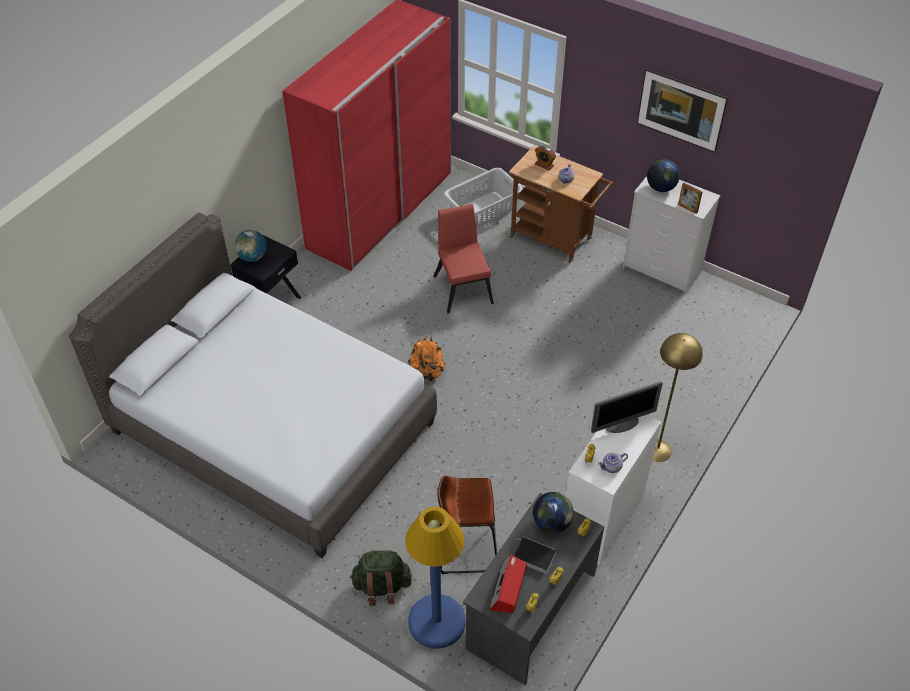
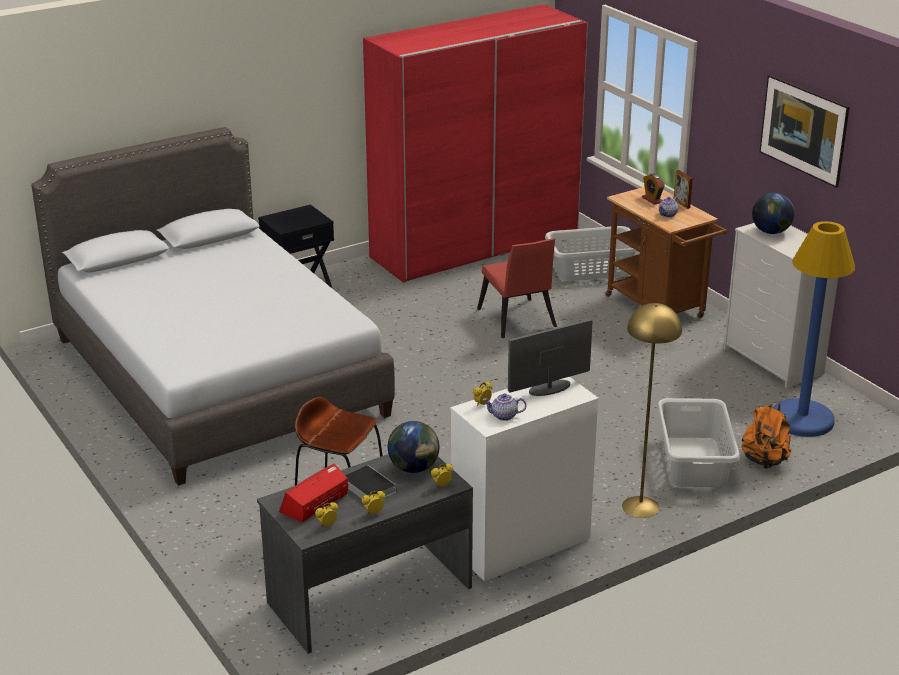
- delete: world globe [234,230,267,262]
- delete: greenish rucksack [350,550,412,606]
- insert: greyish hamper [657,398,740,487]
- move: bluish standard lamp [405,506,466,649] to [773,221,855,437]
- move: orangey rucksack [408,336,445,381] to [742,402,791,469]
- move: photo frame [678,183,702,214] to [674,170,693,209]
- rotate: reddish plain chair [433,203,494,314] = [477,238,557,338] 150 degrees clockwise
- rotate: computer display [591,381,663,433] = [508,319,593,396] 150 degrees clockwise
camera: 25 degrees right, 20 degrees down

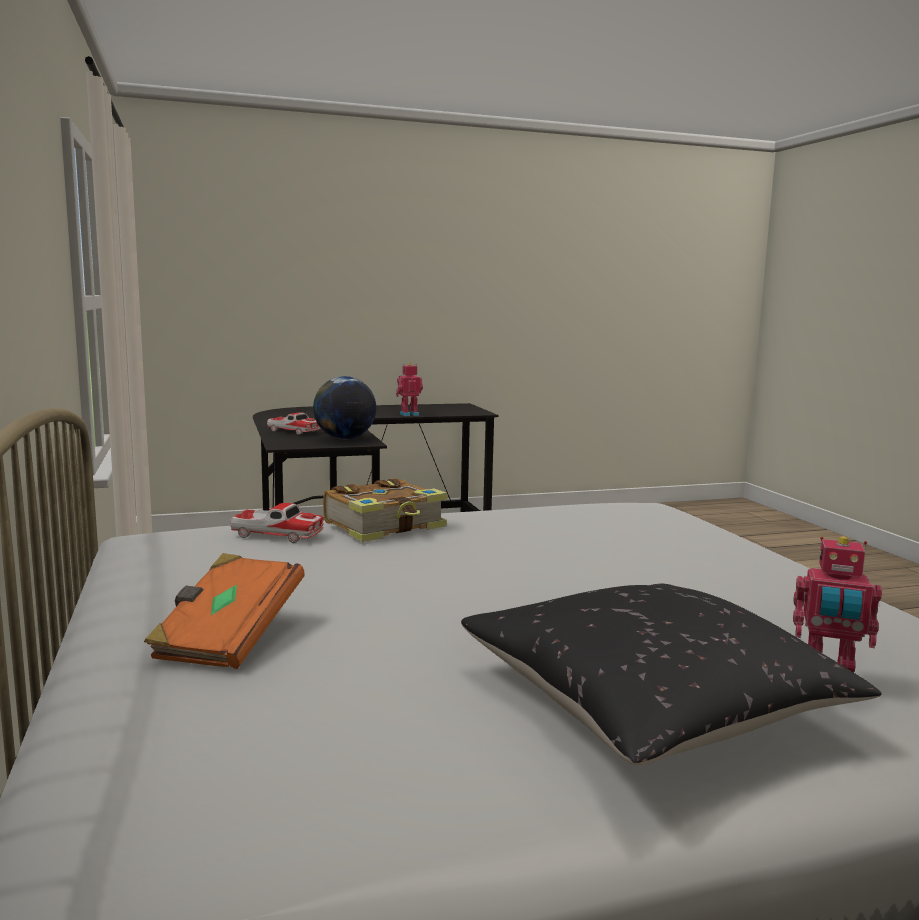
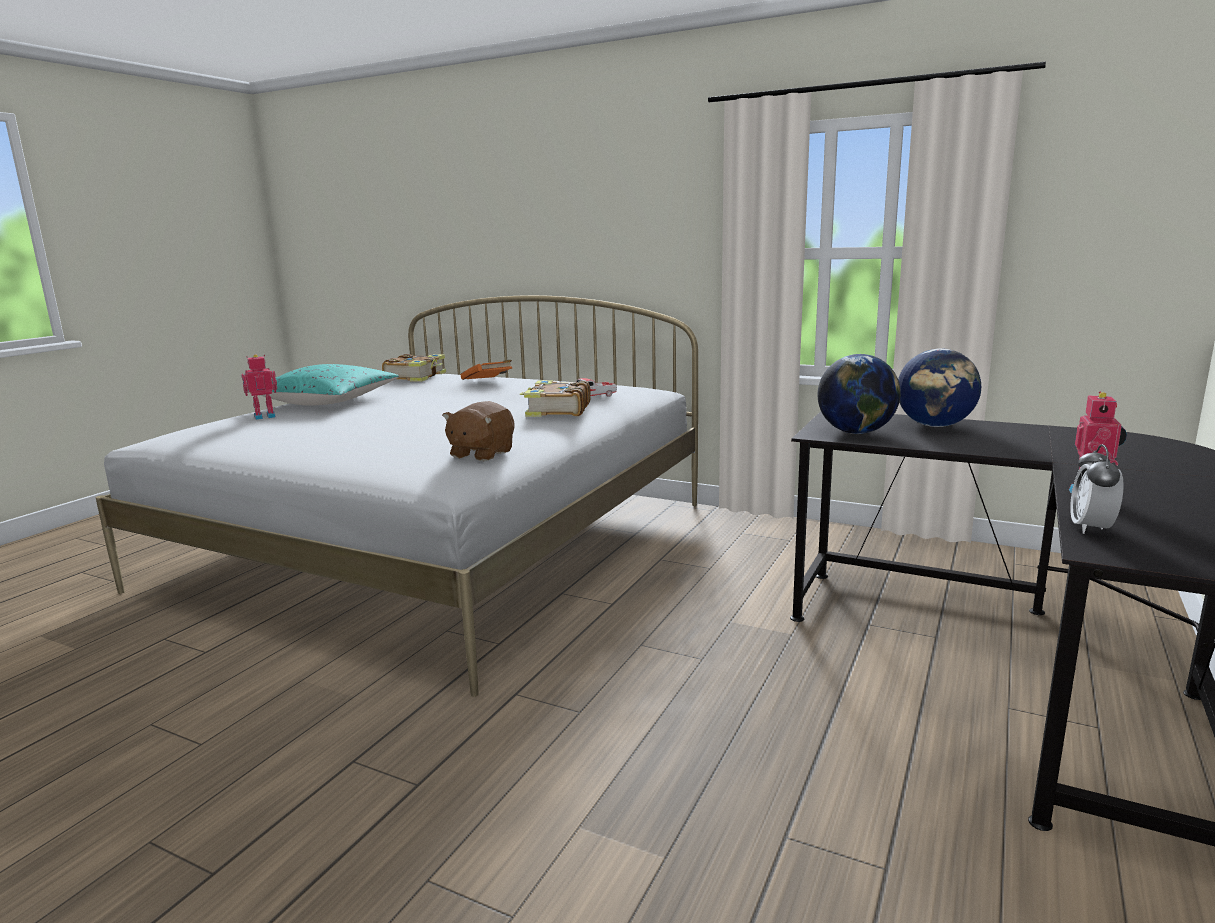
- insert: volume [382,354,446,382]
- insert: brownish cuddly toy [442,401,514,461]
- insert: alarm clock [1070,444,1124,534]
- replace: toy car [267,412,321,435] to world globe [898,348,981,427]
- recolor: black pillow [461,584,882,766] to turquoise-coloured pillow [248,364,399,406]
camera: 135 degrees right, 5 degrees up

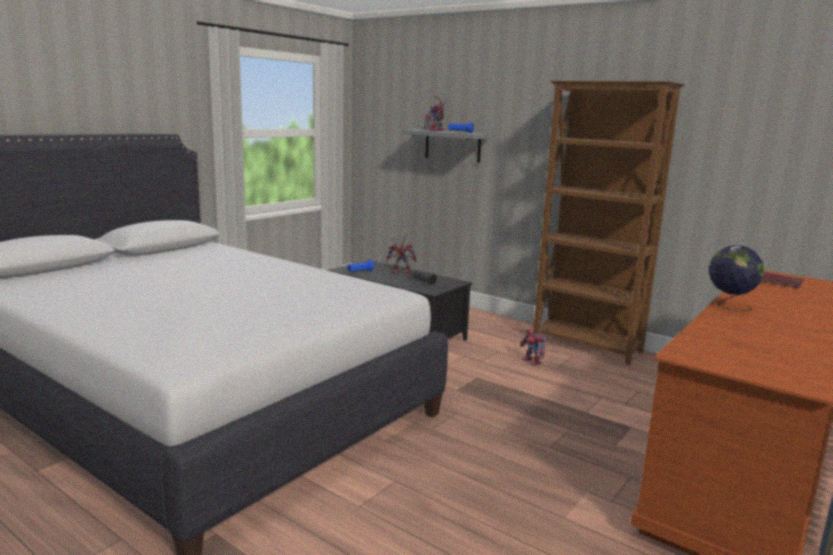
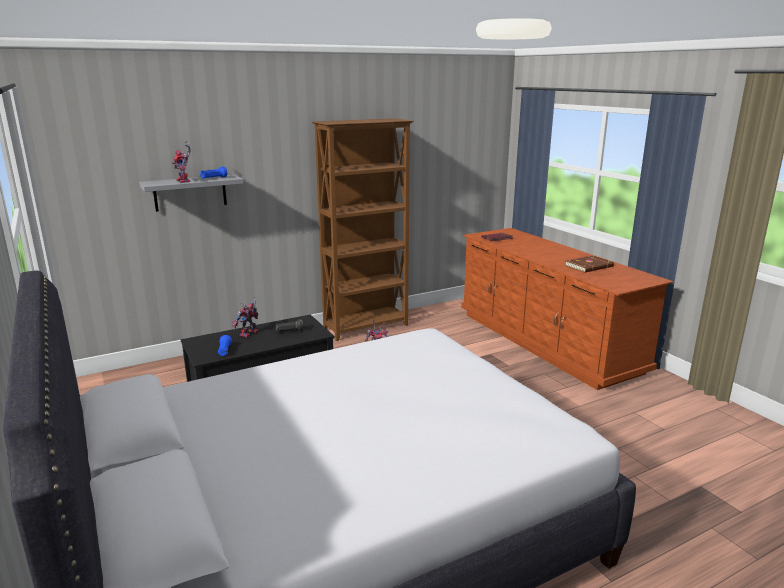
- delete: world globe [709,245,765,311]
- insert: brownish volume [565,255,614,273]
camera: 65 degrees left, 5 degrees up

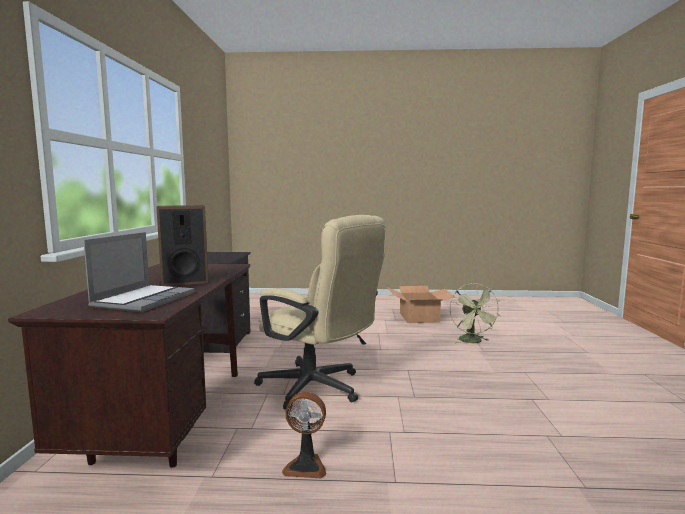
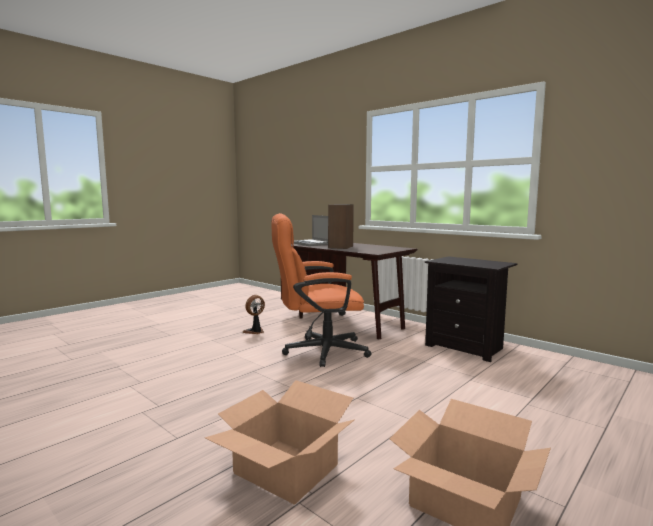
- replace: greenish fan [450,283,501,343] to cardboard box [205,380,355,505]
- recolor: sand-coloured desk chair [254,215,386,410] to orangey desk chair [271,213,372,367]
camera: 130 degrees right, 0 degrees up

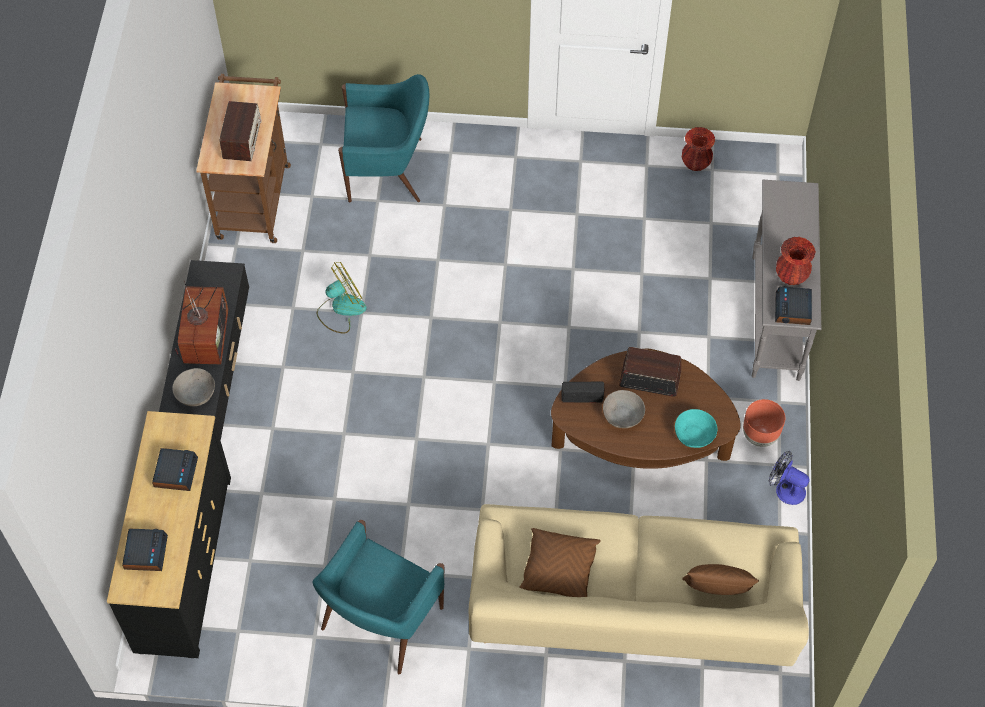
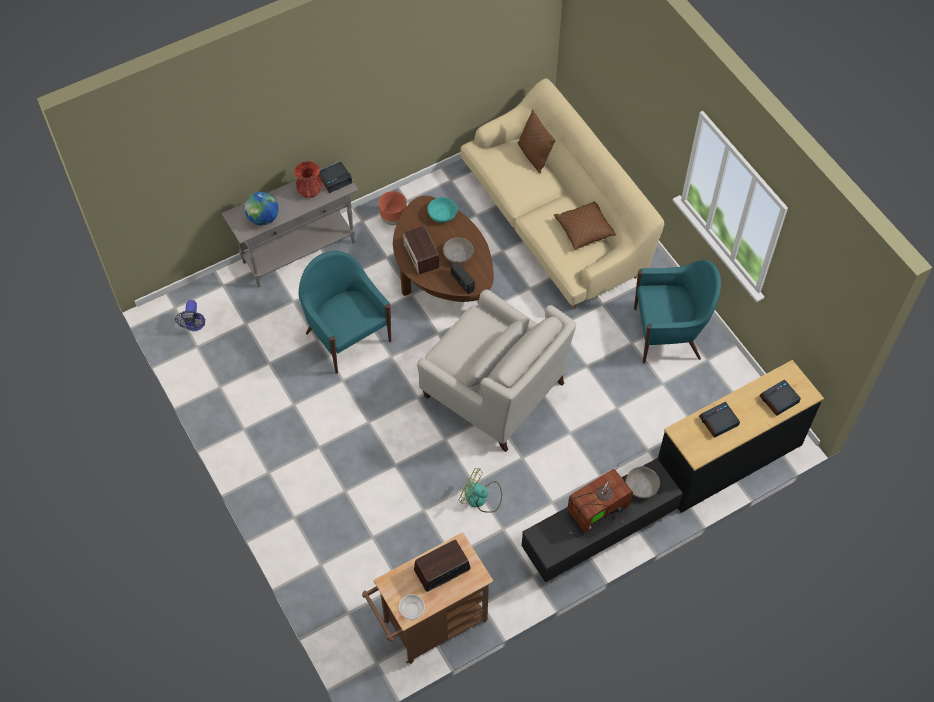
- delete: reddish vase [682,127,715,171]
- insert: world globe [245,192,279,225]
- insert: deep dish [399,594,425,620]
- insert: white easy chair [417,290,577,452]
- move: turquoise-coloured easy chair [338,74,429,202] to [299,251,391,374]
- move: fan [768,451,810,505] to [175,300,205,331]
camera: 125 degrees left, 0 degrees up

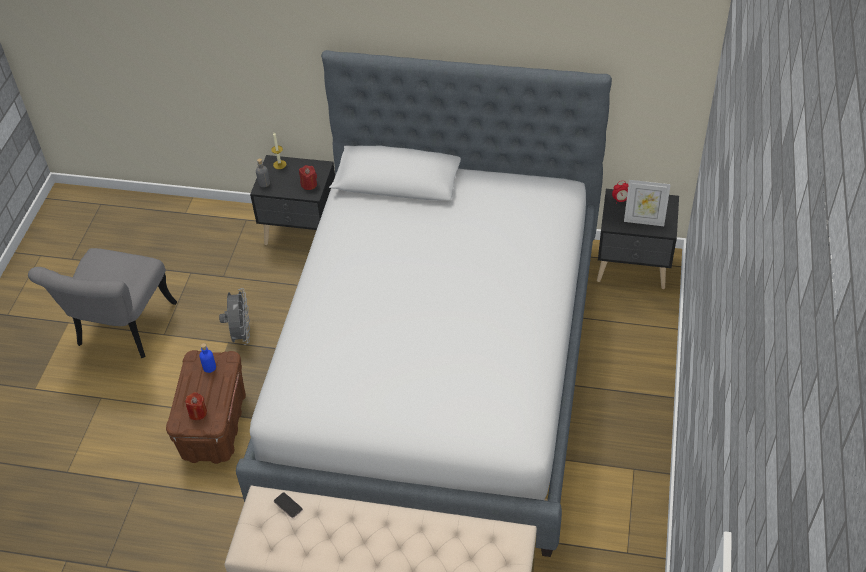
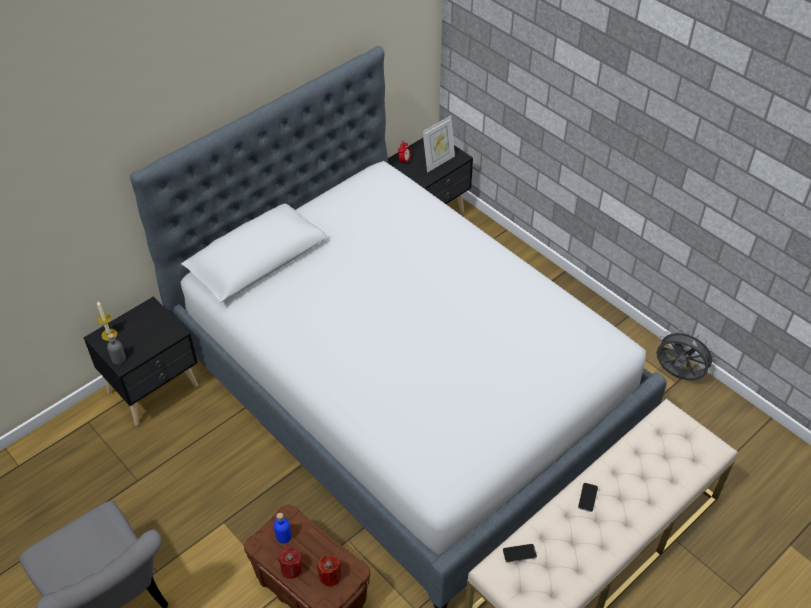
- insert: handset [578,483,598,512]
- move: greyish fan [219,288,250,345] to [656,329,717,381]
- move: reddish wax light [299,165,317,190] to [279,547,302,579]
camera: 55 degrees left, 0 degrees up

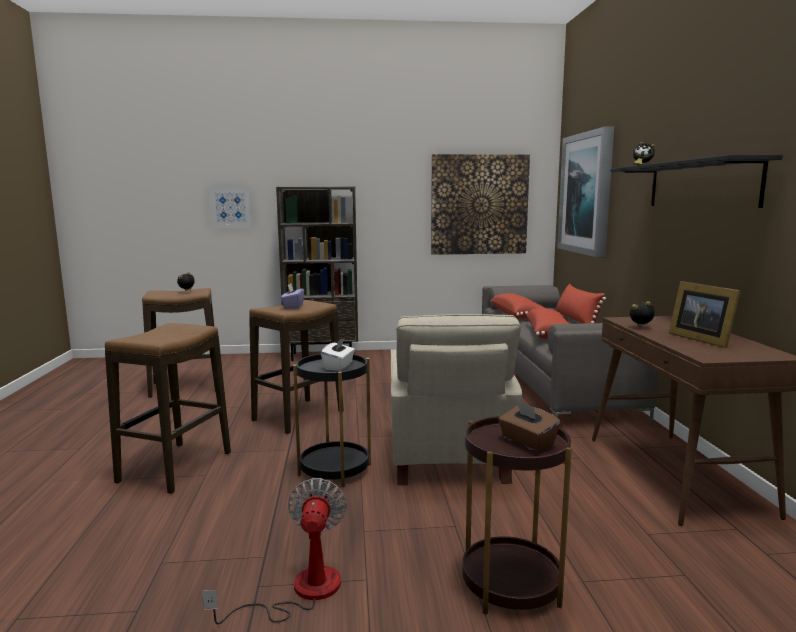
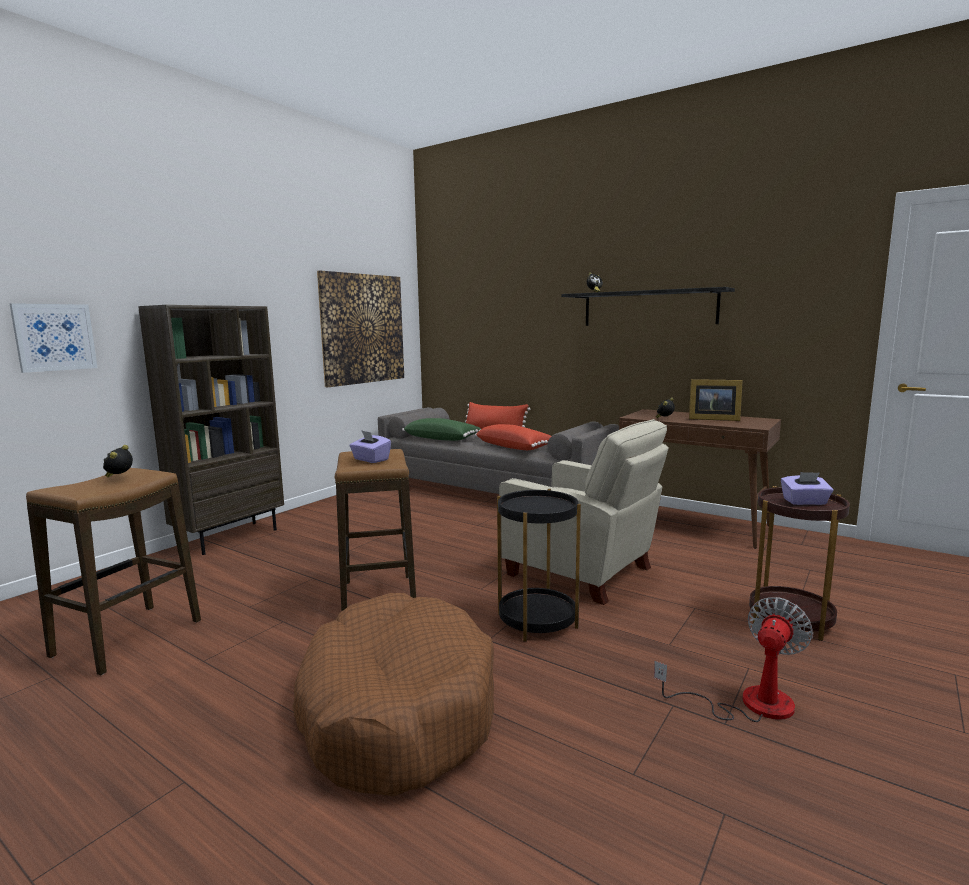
- delete: white box of tissues [321,338,355,371]
- delete: wall picture [557,126,614,257]
- replace: stool seat [105,323,231,494] to brownish pet bed [292,593,494,796]
- recolor: reddish pillow [491,293,544,319] to greenish pillow [402,418,481,441]
- recolor: brownish box of tissues [498,401,560,452] to purplish box of tissues [781,472,833,505]
- rotate: fan [202,478,347,625] = [654,597,813,722] 90 degrees clockwise
camera: 50 degrees left, 0 degrees up

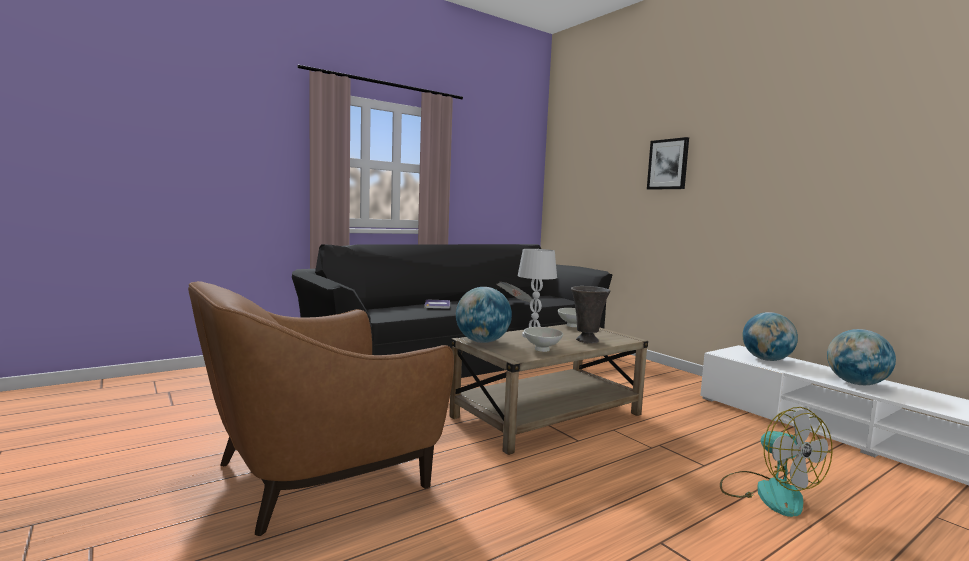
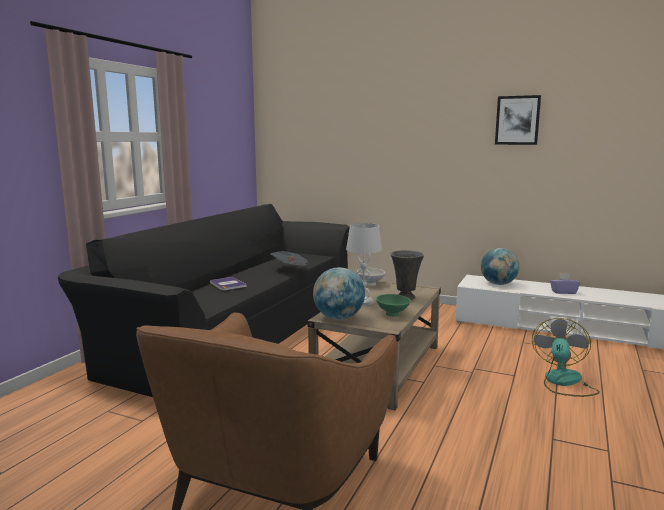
- move: wall picture [647,137,689,190] to [495,95,541,145]
- replace: world globe [827,329,896,385] to purplish box of tissues [550,273,580,294]
- recolor: white deep dish [524,327,563,352] to greenish deep dish [376,294,411,317]
- rotate: fan [720,407,833,517] = [532,318,600,397] 105 degrees counterclockwise
camera: 30 degrees left, 5 degrees up

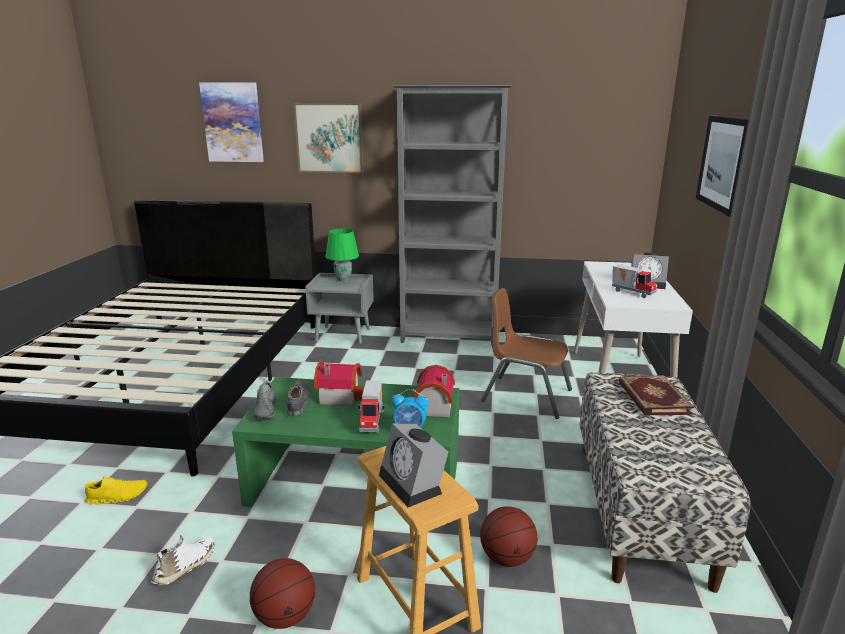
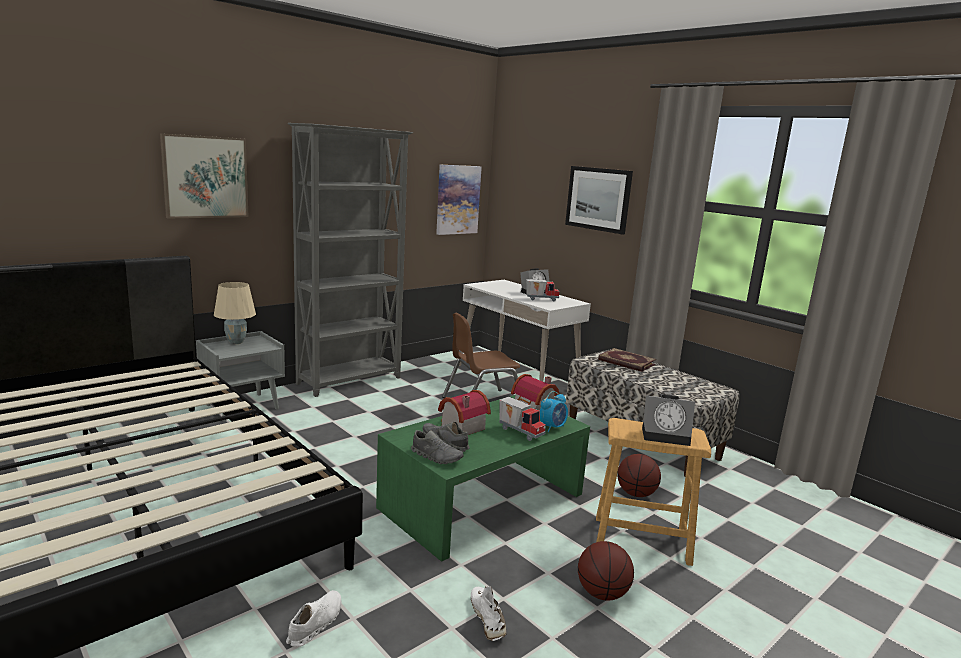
- move: wall picture [199,82,264,162] to [436,165,482,235]
- recolor: yellowish item of footwear [85,477,147,505] to white item of footwear [286,590,341,647]
- recolor: greenish lamp for a table [325,229,359,282] to sand-coloured lamp for a table [214,282,256,344]
camera: 50 degrees left, 5 degrees down

